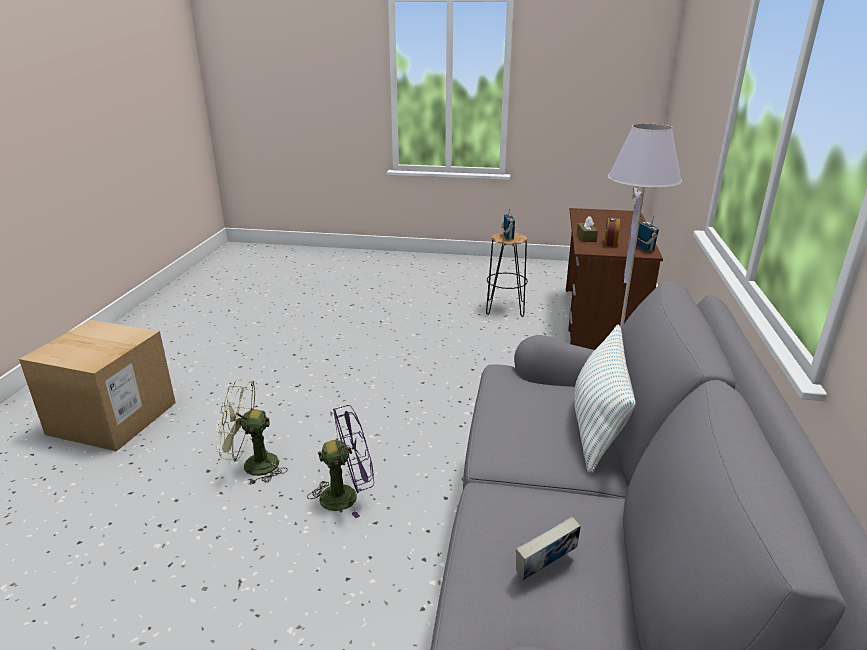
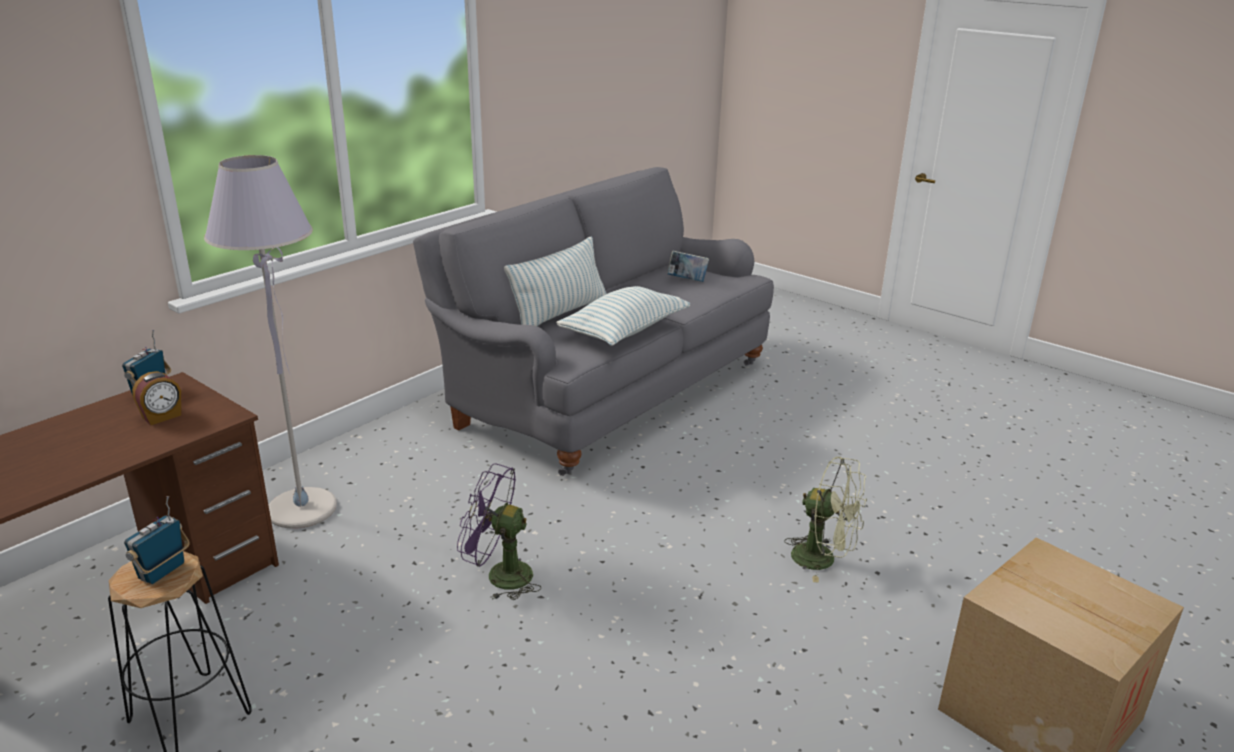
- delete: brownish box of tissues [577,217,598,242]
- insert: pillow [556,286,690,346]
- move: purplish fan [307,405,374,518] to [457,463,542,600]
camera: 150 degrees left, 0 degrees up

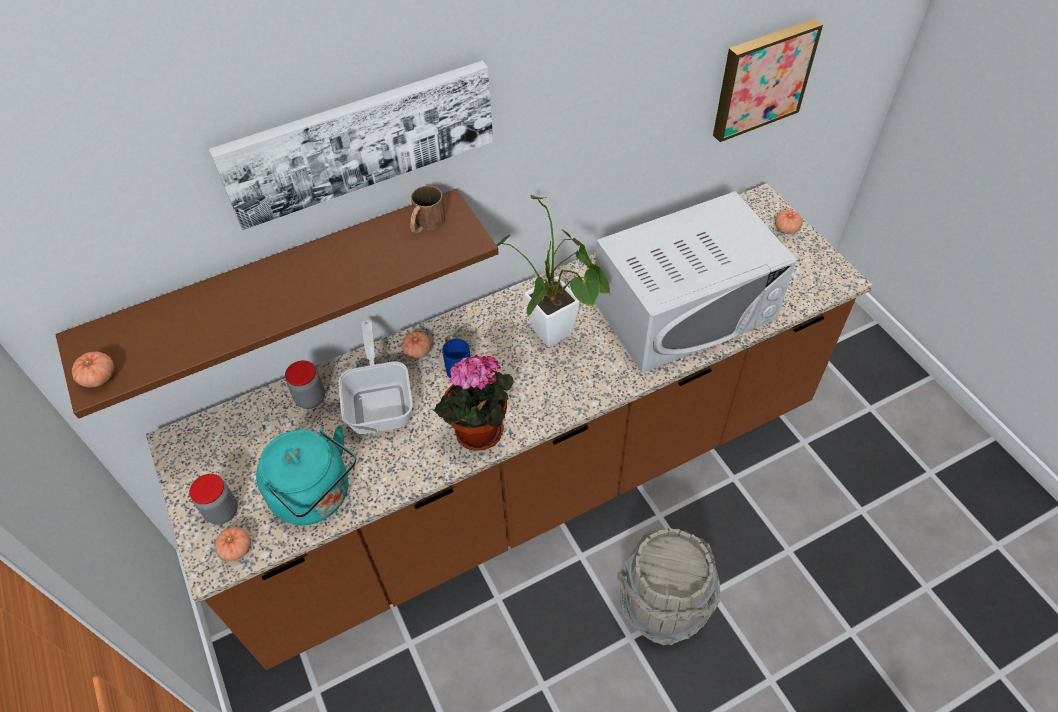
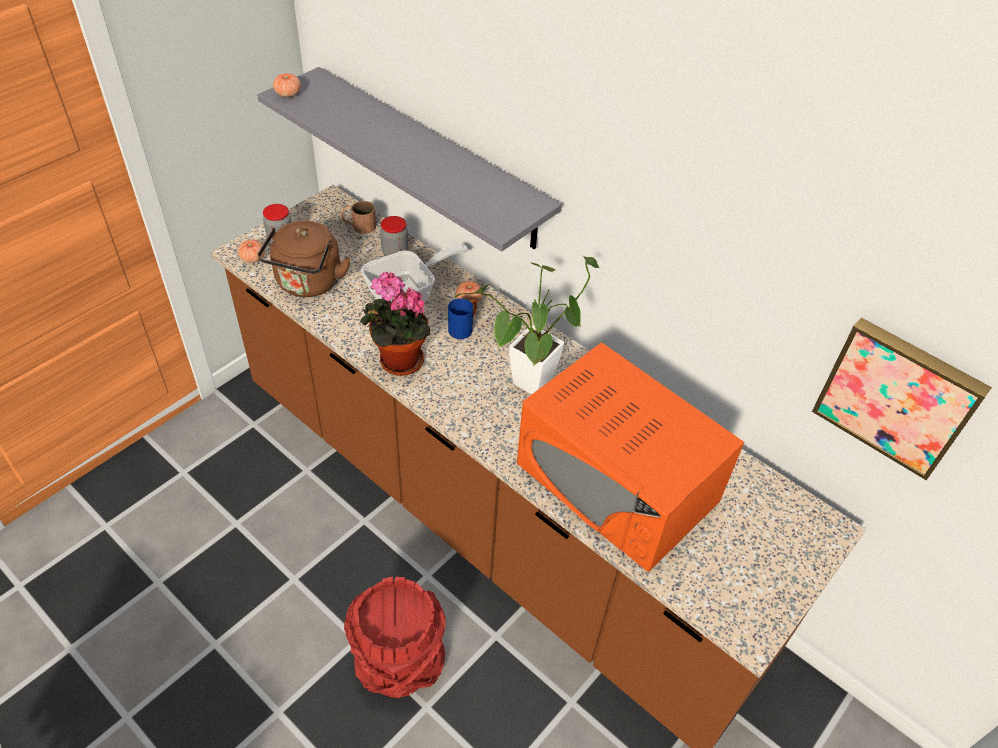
- delete: wall picture [209,61,493,230]
- delete: tomato [775,210,803,234]
- move: brownish mug [410,185,446,234] to [341,201,376,234]
- recolor: brownish shelf [56,189,499,419] to greyish shelf [257,67,562,252]
- recolor: turquoise-coloured kettle [256,425,356,525] to brownish kettle [258,221,351,297]
- recolor: white microwave [595,191,796,373] to orangey microwave [517,342,744,572]
- recolor: greyish bucket [617,528,720,646] to reddish bucket [344,576,446,698]
camera: 65 degrees right, 5 degrees down

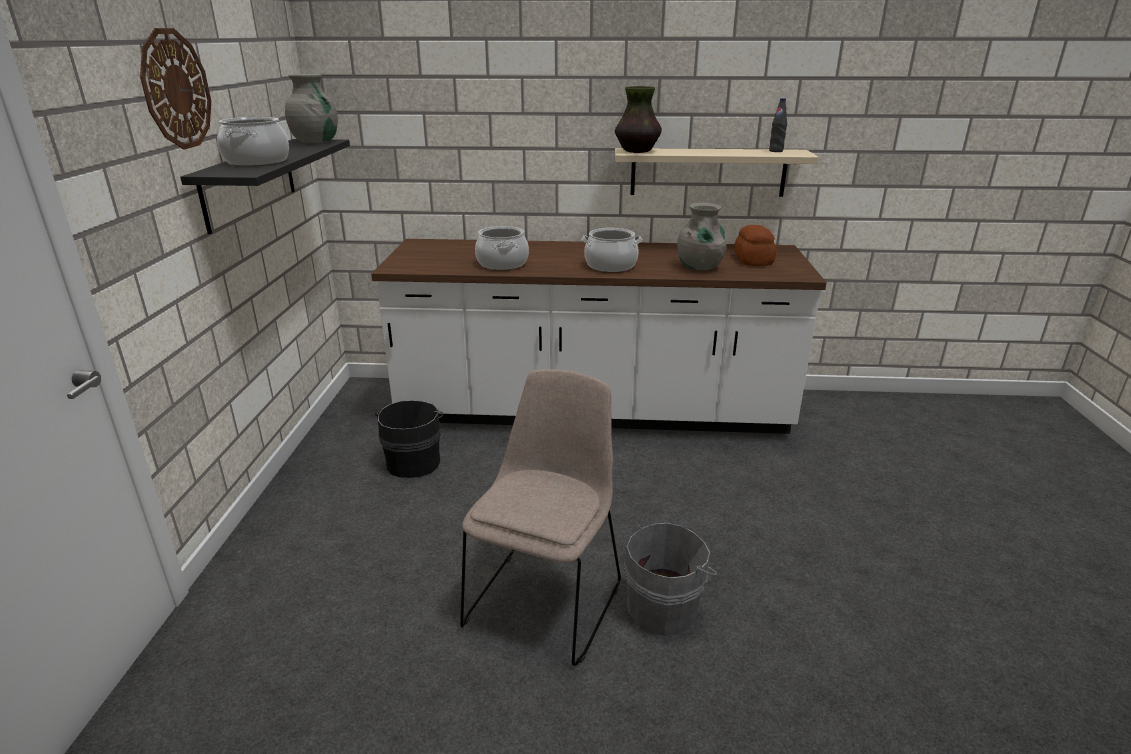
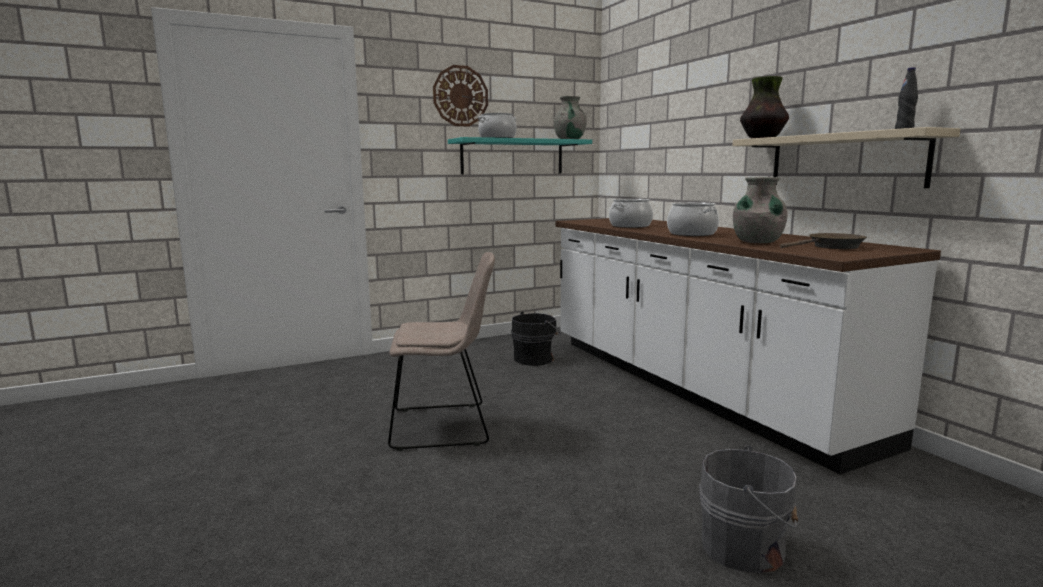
- move: greyish bucket [624,523,717,636] to [699,445,798,573]
- replace: baked bread [734,225,776,266] to brownish skillet [780,233,867,249]
- recolor: black shelf [180,139,350,234] to turquoise-coloured shelf [448,137,592,175]
camera: 60 degrees right, 15 degrees down

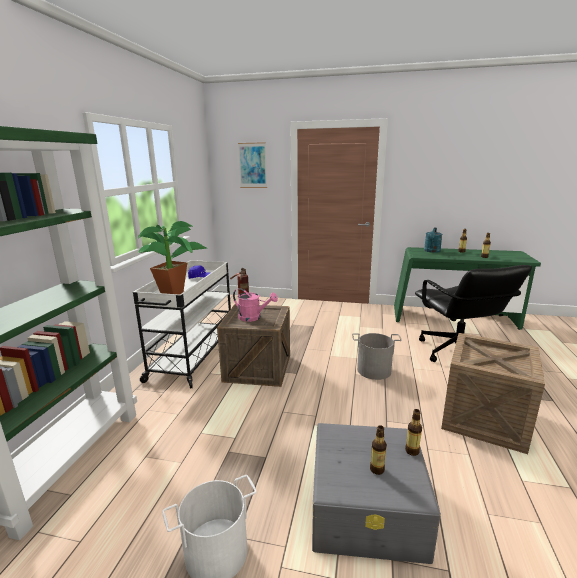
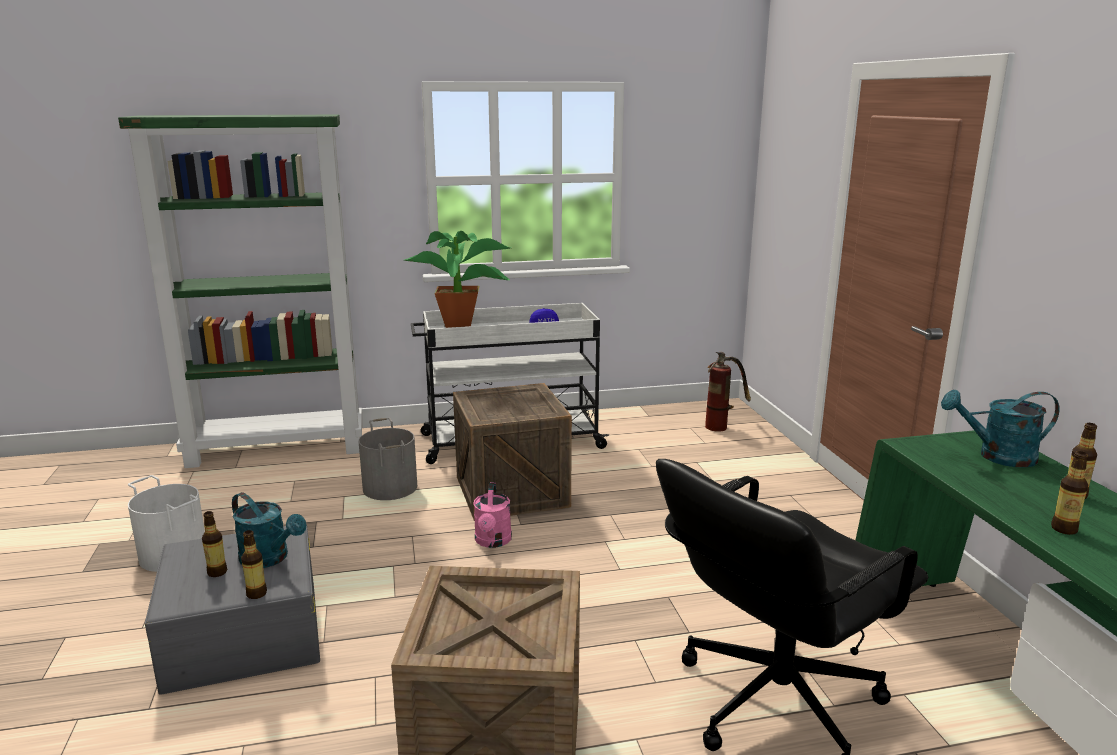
- delete: wall picture [238,142,267,188]
- insert: turquoise-coloured watering pot [232,492,306,568]
- move: pinkish watering pot [233,288,278,322] to [473,482,512,548]
- move: greyish bucket [352,333,402,380] to [358,418,417,500]
camera: 65 degrees right, 0 degrees up

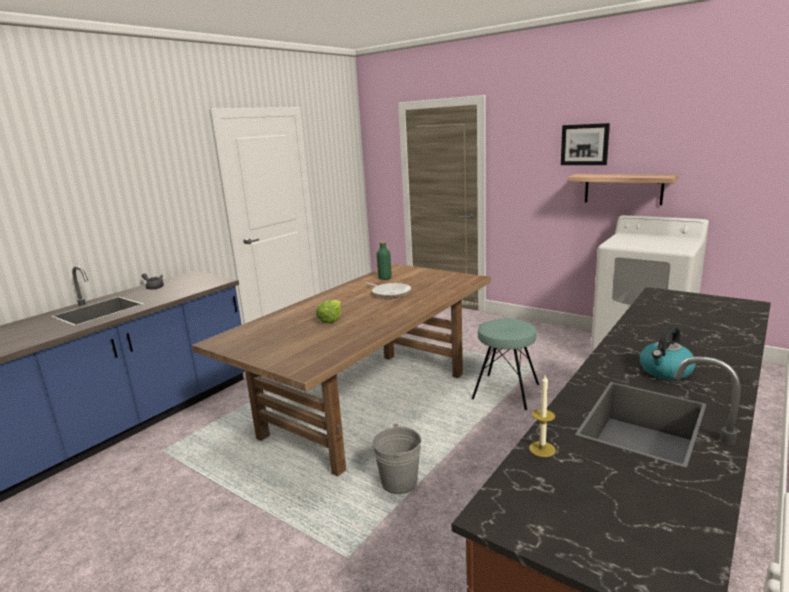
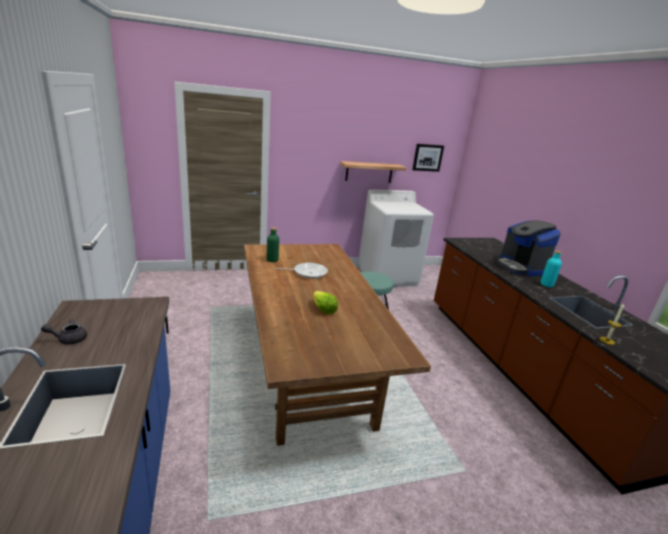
- delete: greyish bucket [372,424,421,494]
- insert: coffee maker [496,220,561,276]
- move: wall picture [561,123,610,165] to [412,144,444,172]
- replace: kettle [640,326,696,380] to turquoise-coloured beverage bottle [540,251,562,287]
camera: 55 degrees left, 5 degrees up

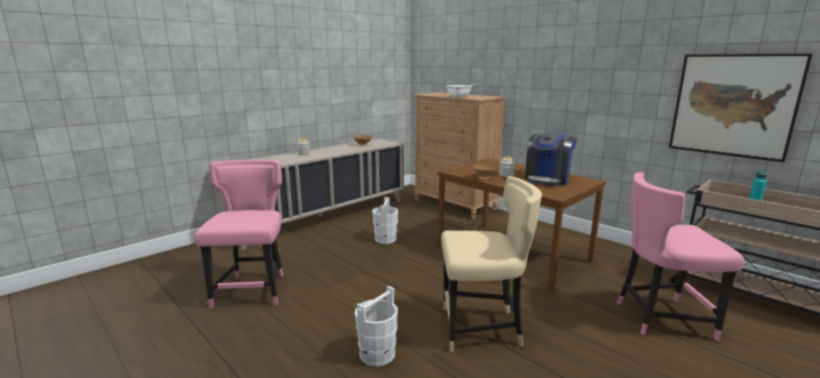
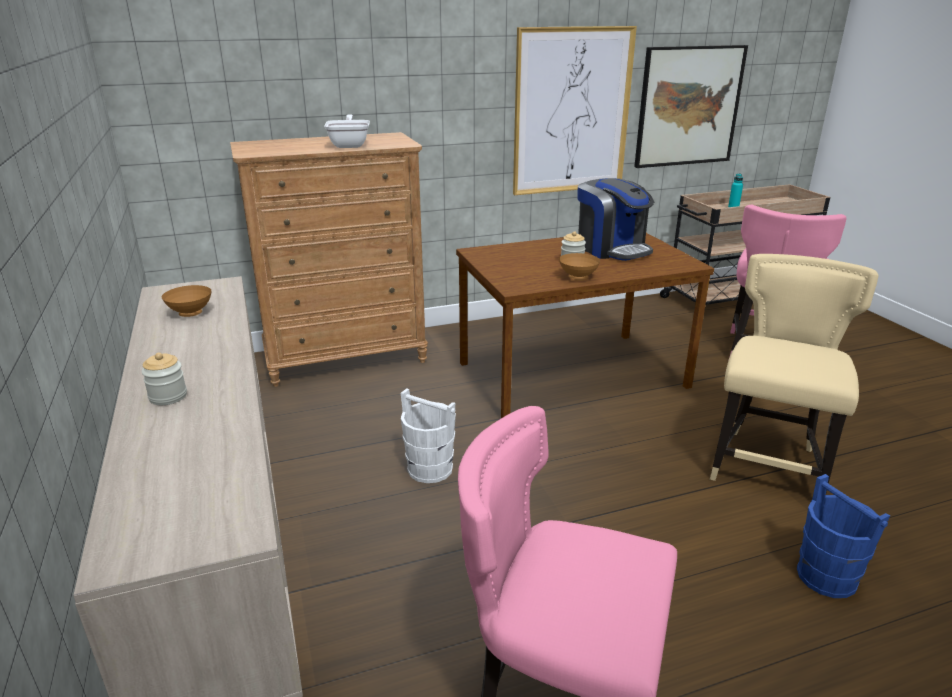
- insert: wall picture [513,26,637,195]
- recolor: white bucket [355,286,398,367] to bluish bucket [797,474,891,598]
camera: 65 degrees left, 10 degrees up

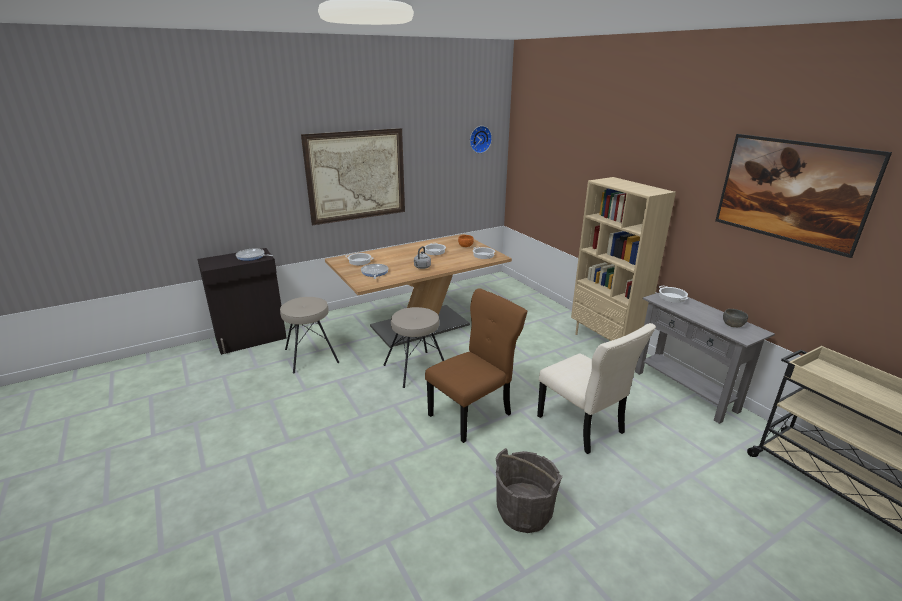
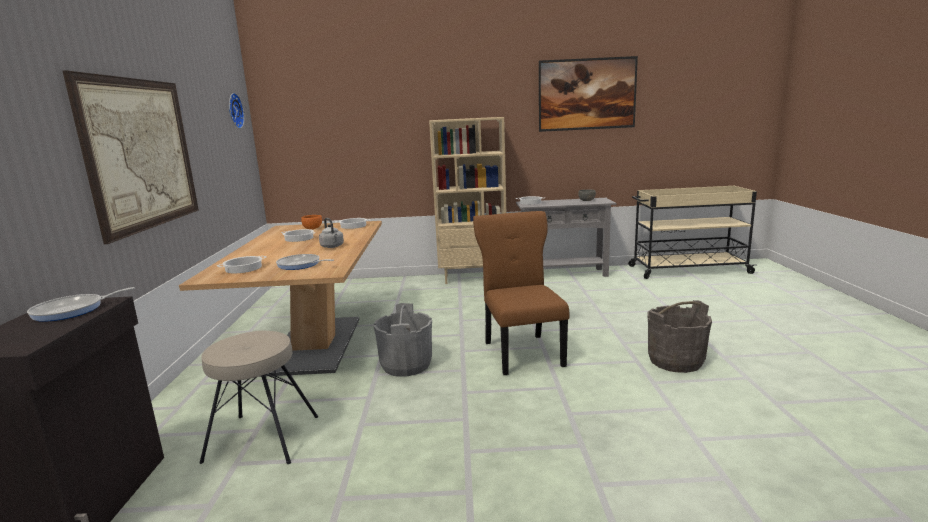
- delete: sand-coloured plain chair [537,323,656,454]
- replace: sand-coloured stool seat [383,307,444,388] to greyish bucket [374,303,432,376]
camera: 60 degrees left, 10 degrees down

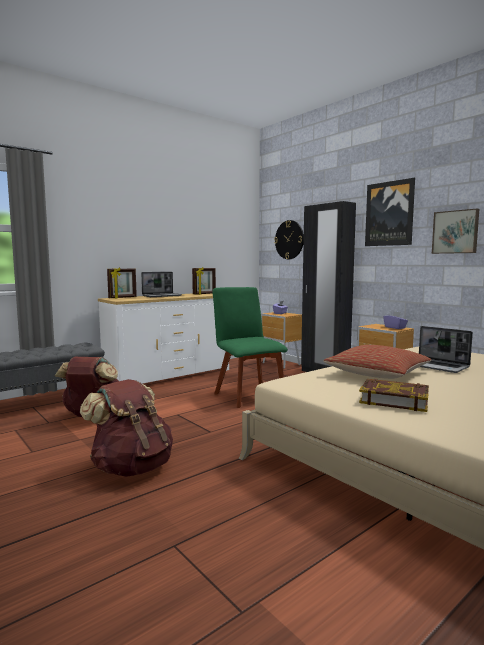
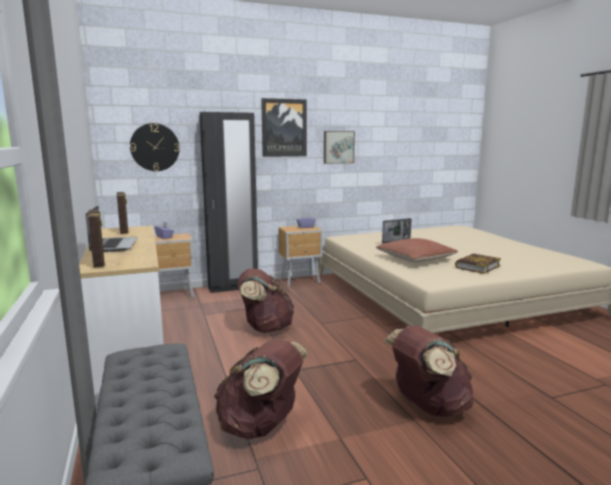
- replace: greenish plain chair [212,287,288,408] to brownish rucksack [238,268,295,333]
camera: 70 degrees left, 5 degrees up

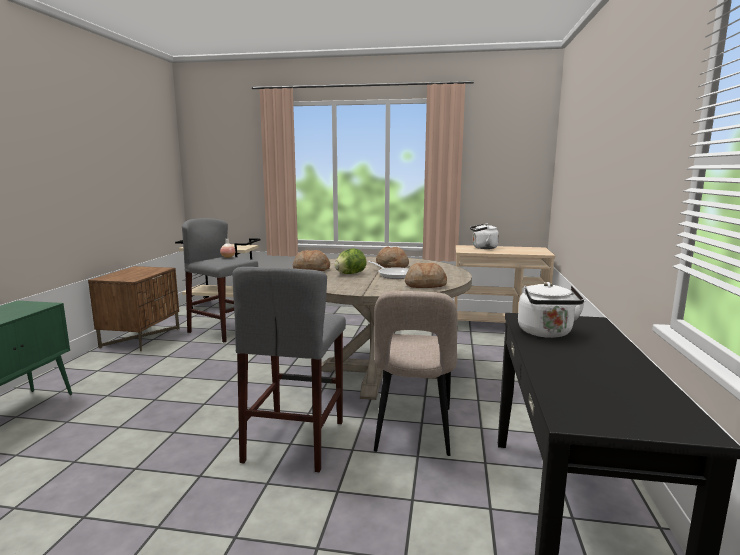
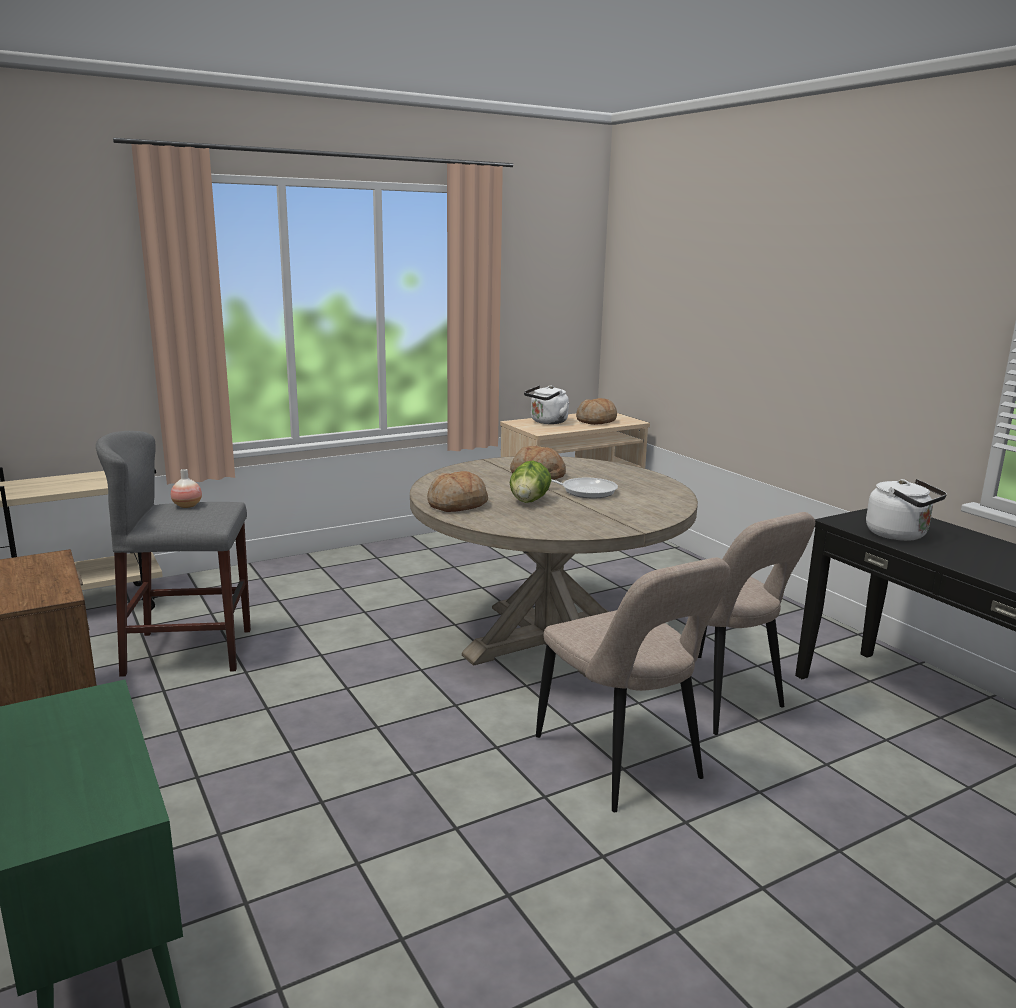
- move: baked bread [405,262,447,288] to [576,398,617,425]
- replace: greyish stool seat [233,267,346,472] to sand-coloured plain chair [536,558,730,812]
camera: 40 degrees left, 5 degrees up

